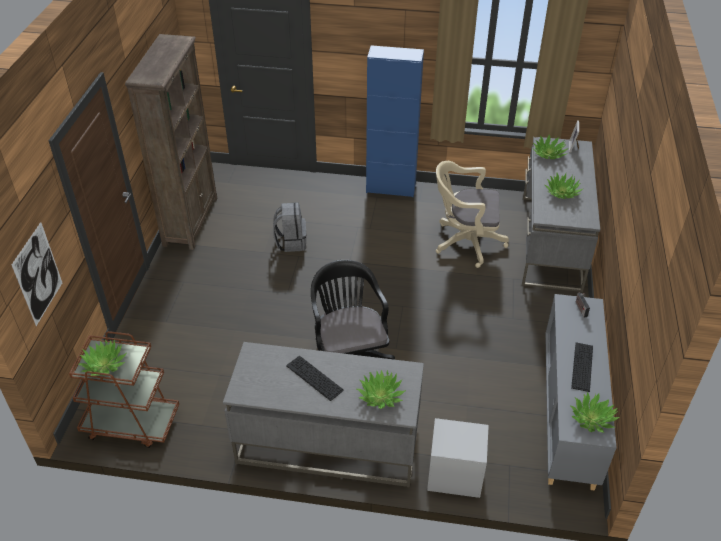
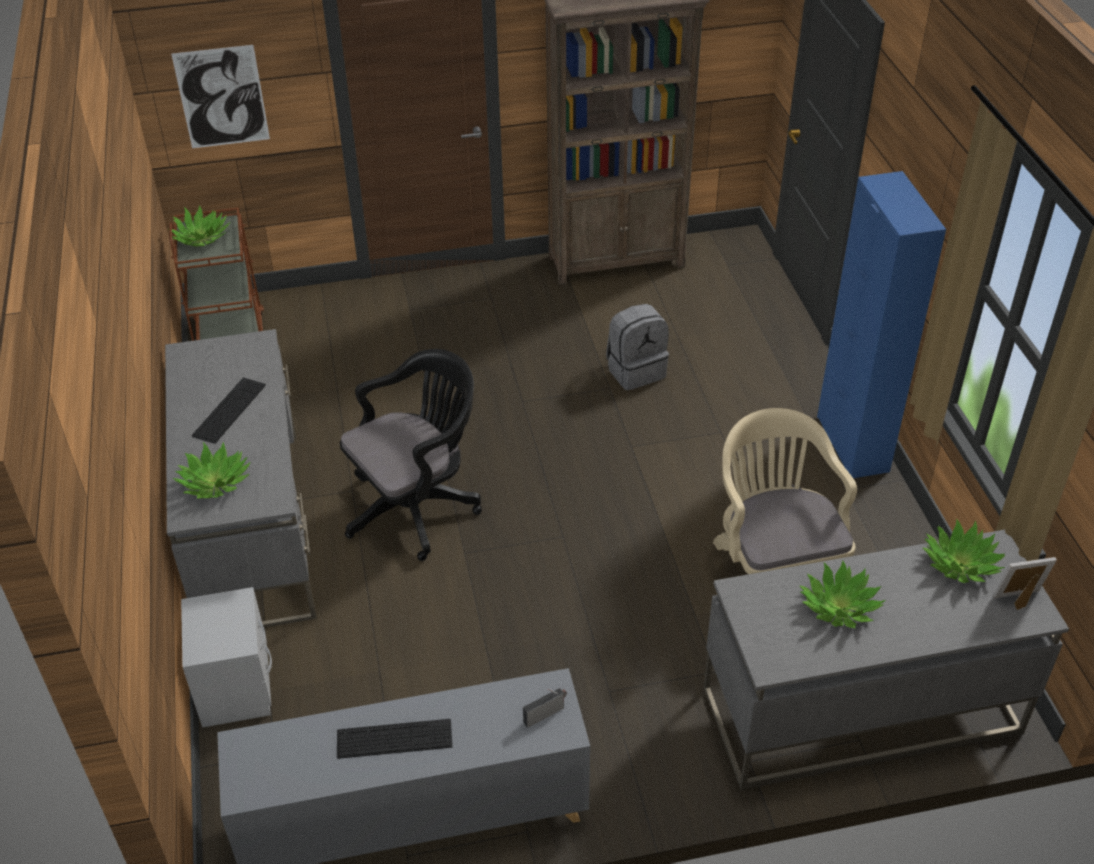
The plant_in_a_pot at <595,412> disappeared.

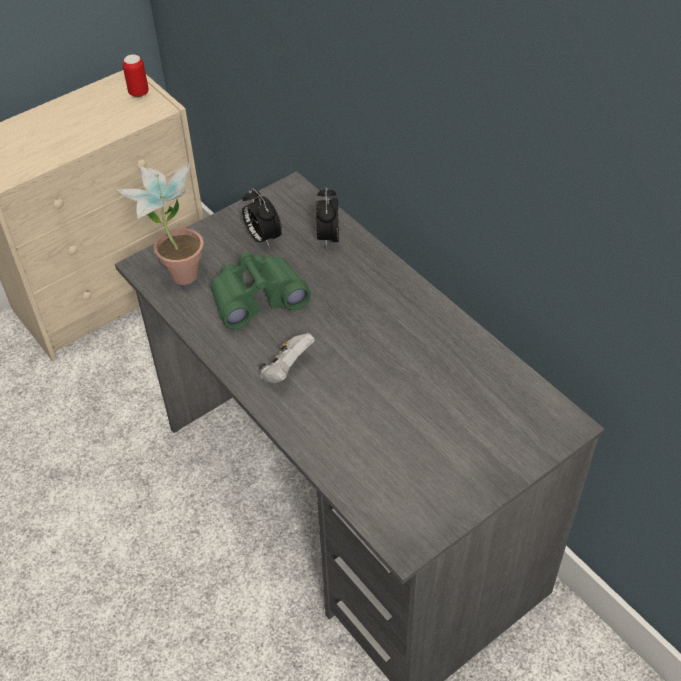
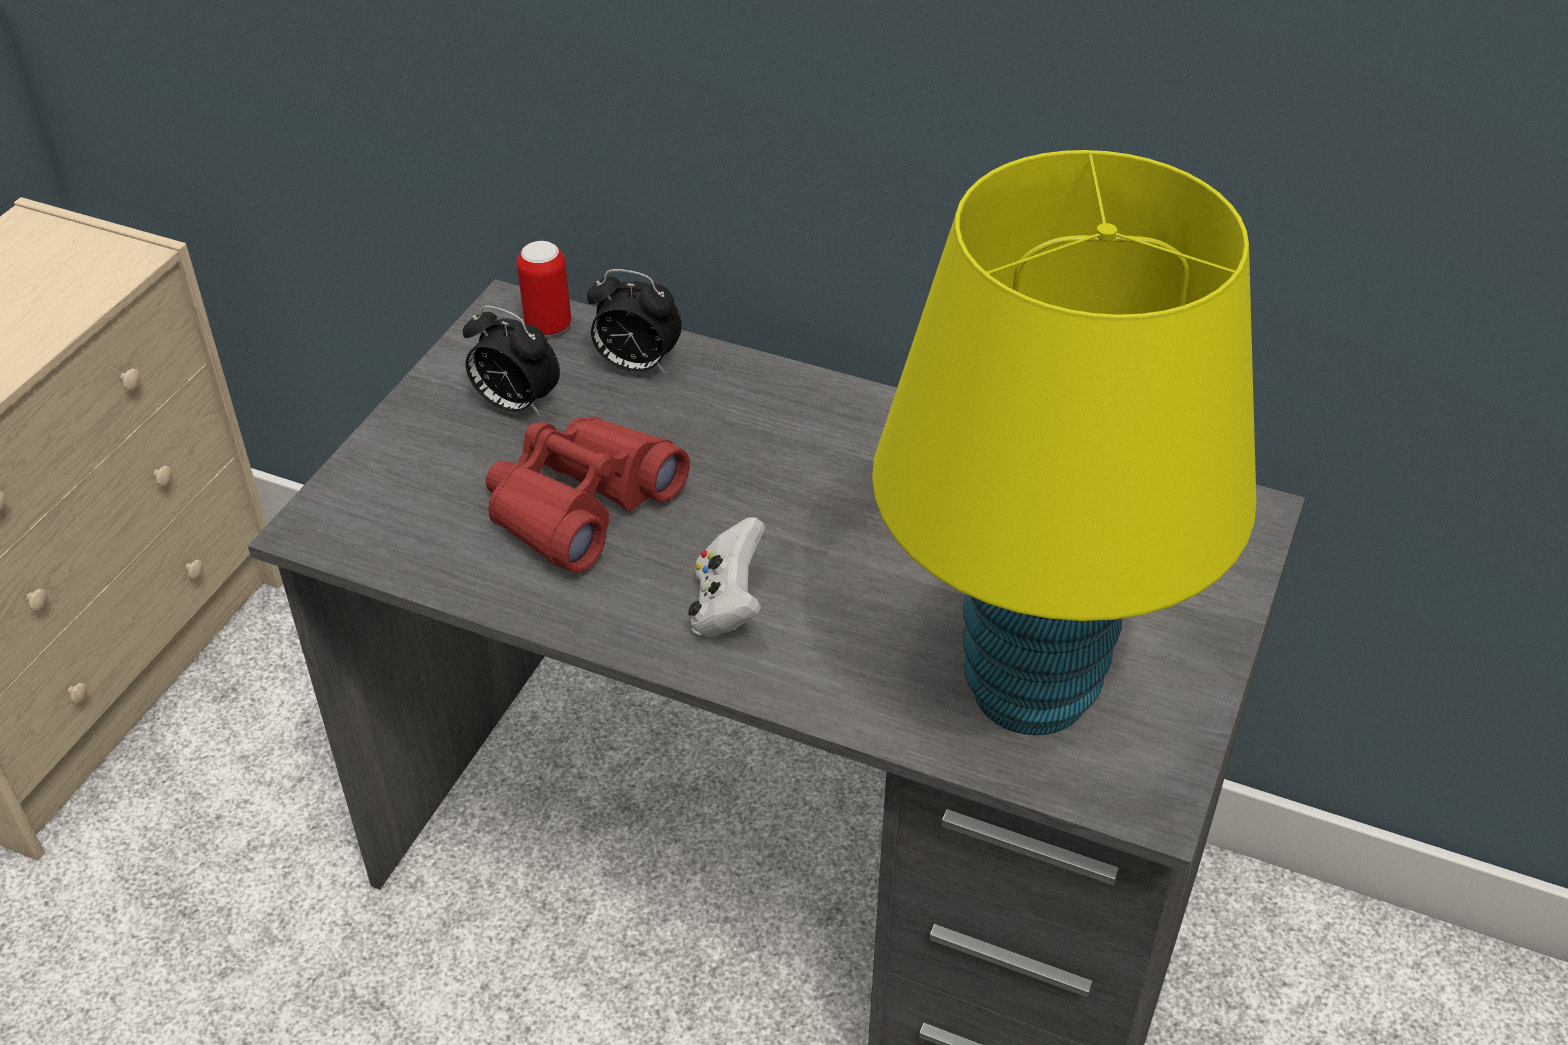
The green-coloured_binoculars at <260,291> became the red-coloured_binoculars at <588,494>. The metal_can moved from <135,75> to <544,288>. The table_clock at <327,217> turned 45 degrees counterclockwise. The yellow-coloured_table_lamp at <1064,442> appeared. The plant_in_a_pot at <159,223> disappeared.

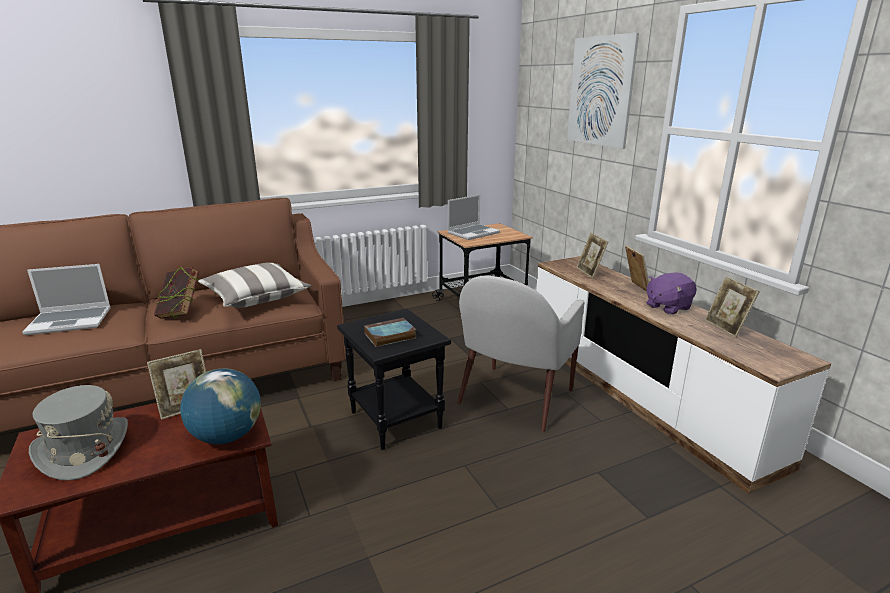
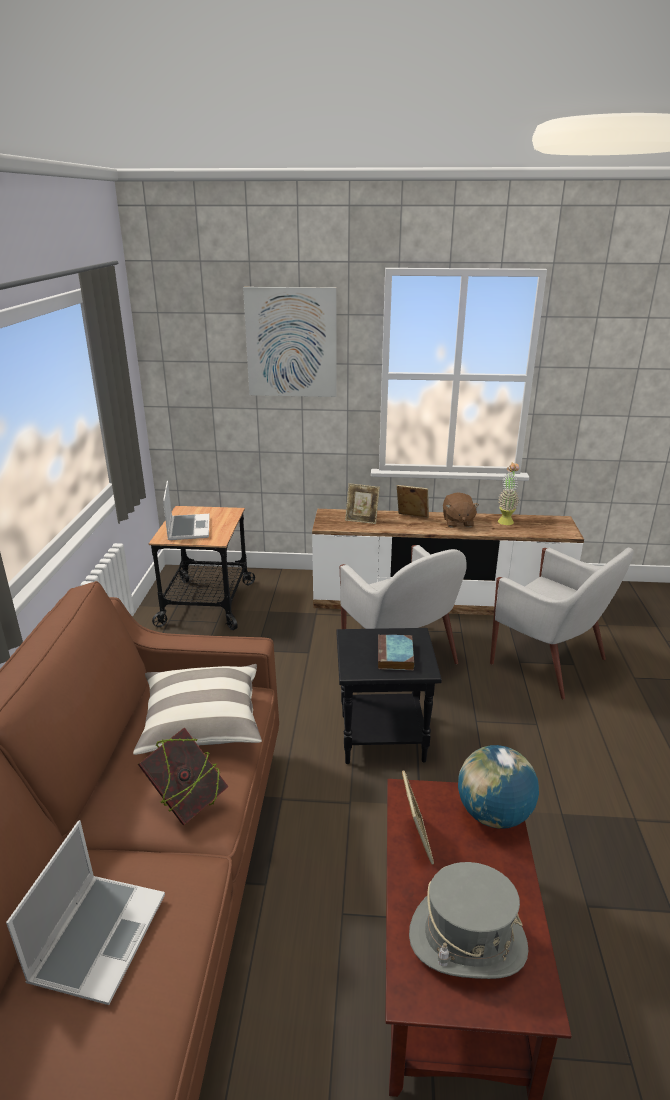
The purplish_plush_toy at <672,293> became the brown-coloured_plush_toy at <461,510>. The whitish_lounge_chair at <561,623> appeared. The photo_frame at <732,307> was replaced by the plant_in_a_pot at <508,493>.

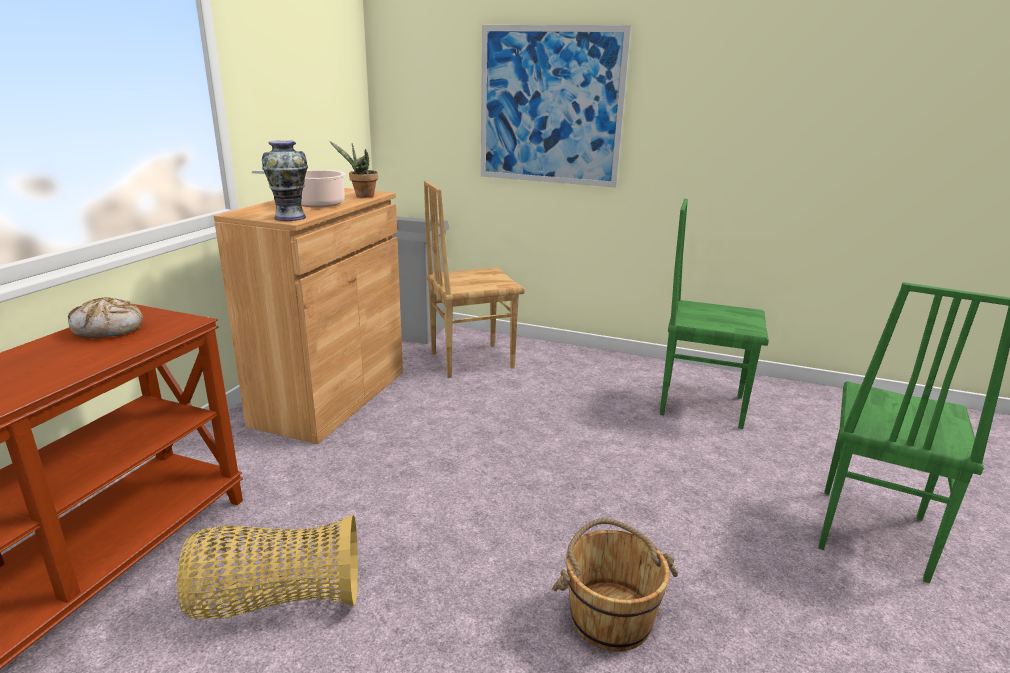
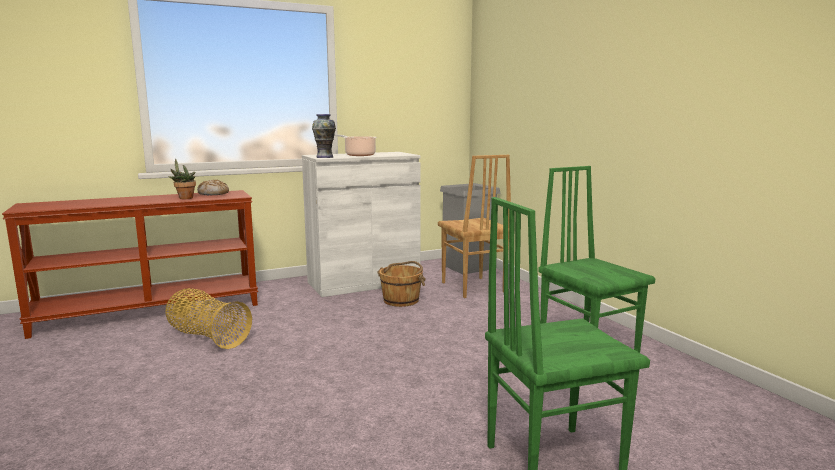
The plant_in_a_pot moved from <354,170> to <182,179>. The brown-coloured_cupboard at <308,316> became the whitish_cupboard at <361,224>. The brown-coloured_bucket moved from <615,584> to <401,284>. The brown-coloured_chair at <474,279> turned 135 degrees counterclockwise. The wall_picture at <556,106> disappeared.

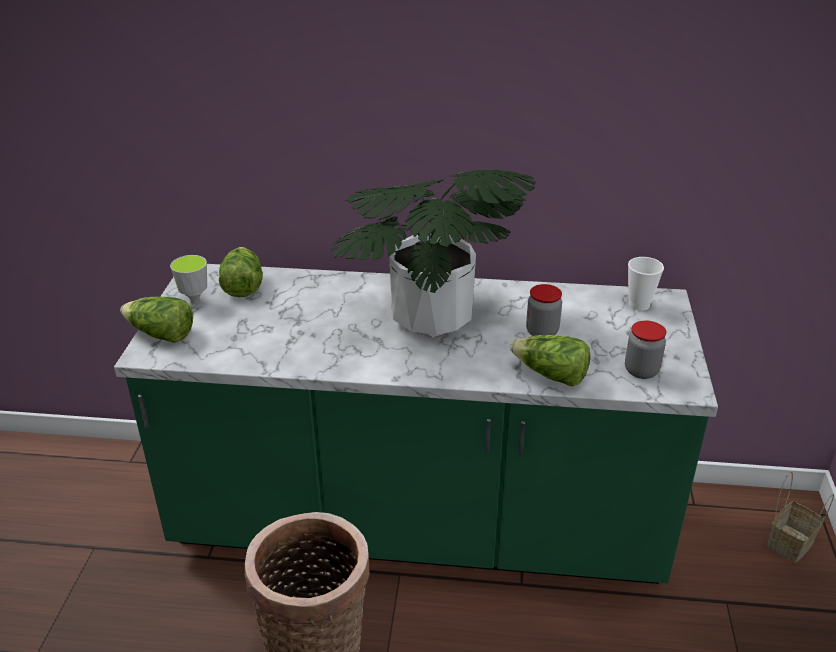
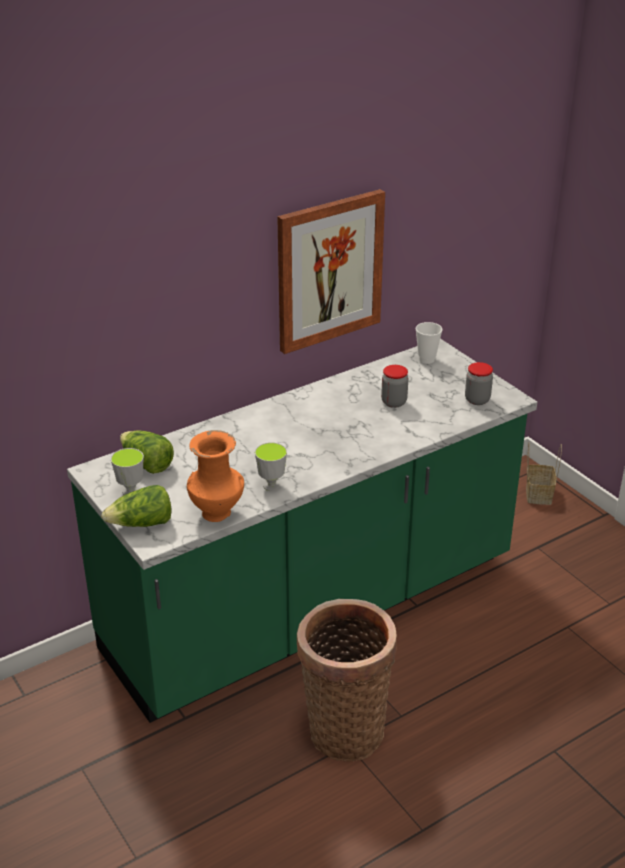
The orange-coloured_decorative_vase at <215,476> appeared. The cup at <271,466> appeared. The wall_picture at <331,271> appeared. The plant_in_a_pot at <434,253> disappeared. The lettuce at <550,360> disappeared.

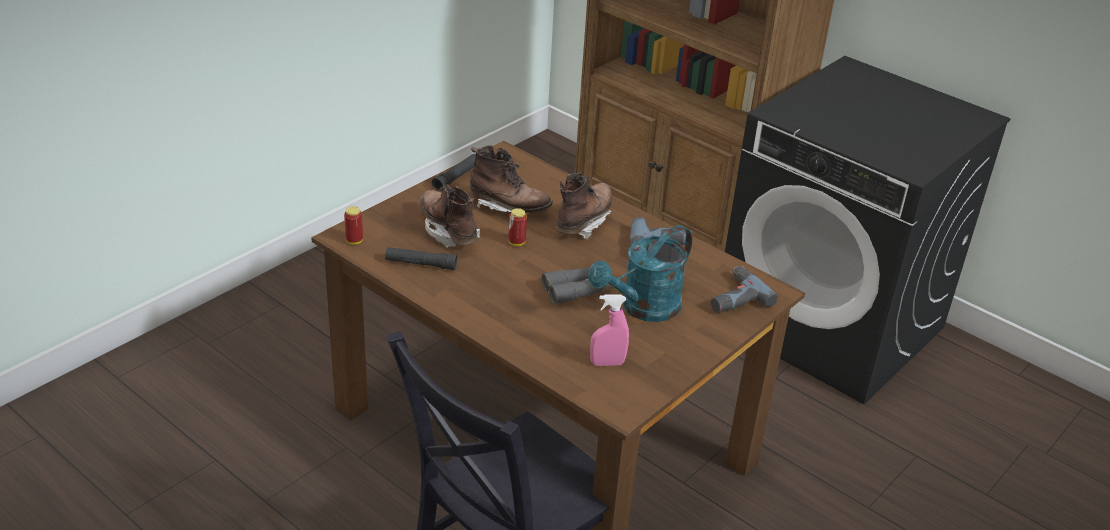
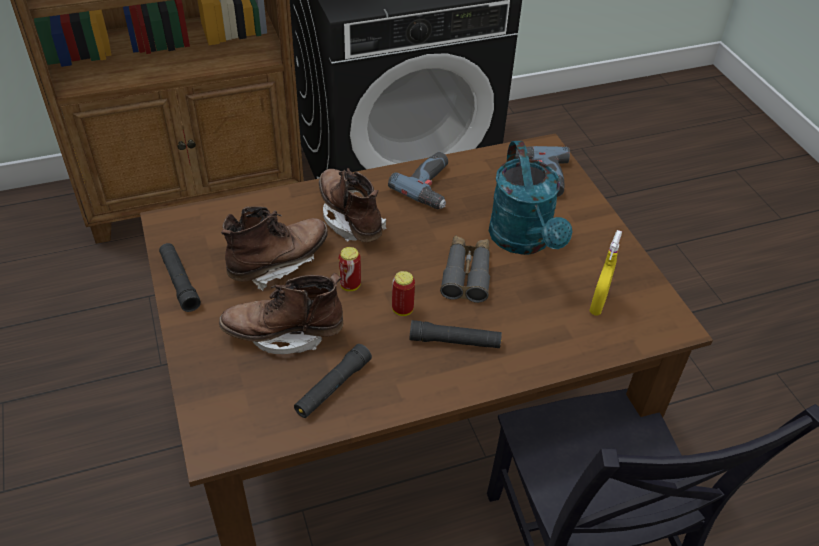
The metal_can moved from <353,225> to <403,293>. The black-coloured_flashlight at <455,334> appeared. The pink_hand_sprayer at <609,330> became the yellow-coloured_hand_sprayer at <605,273>.

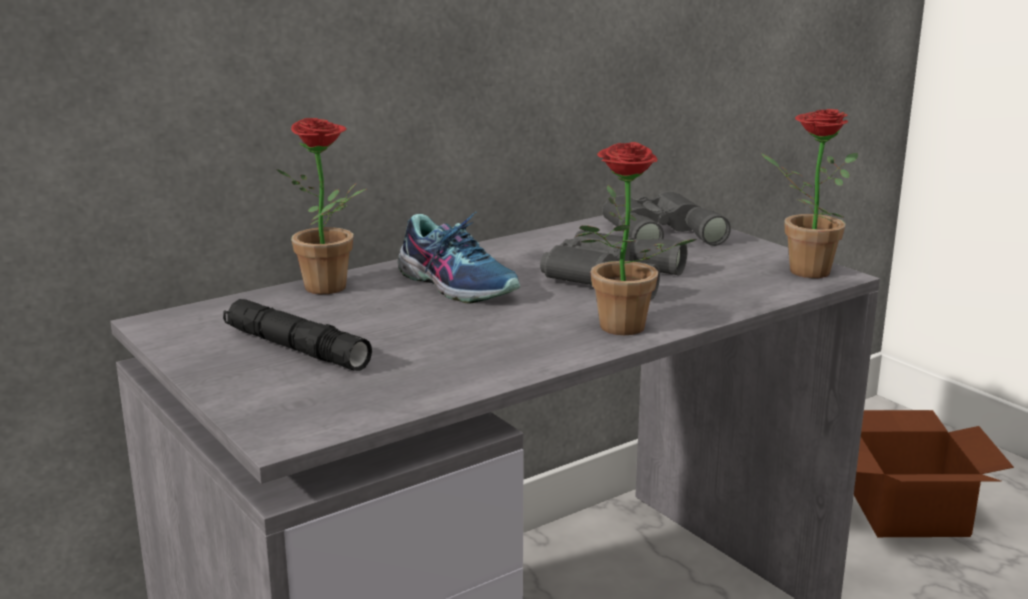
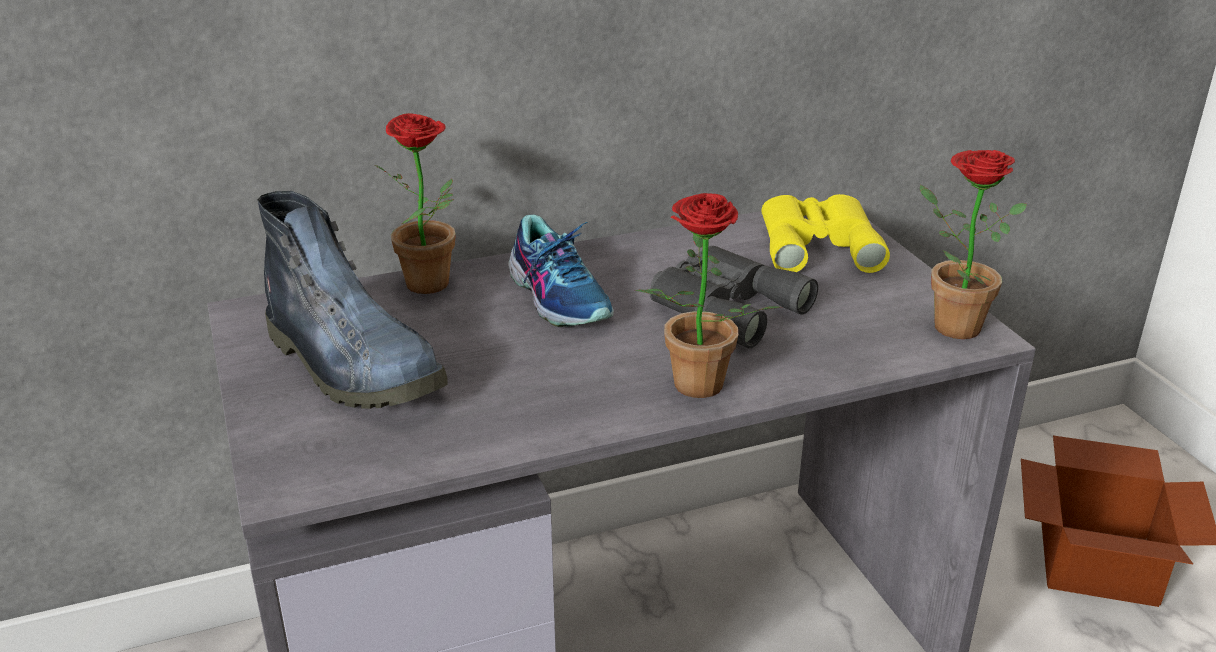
The black-coloured_flashlight at <297,335> was replaced by the boot at <353,300>. The greyish_binoculars at <666,218> became the yellow-coloured_binoculars at <825,233>.

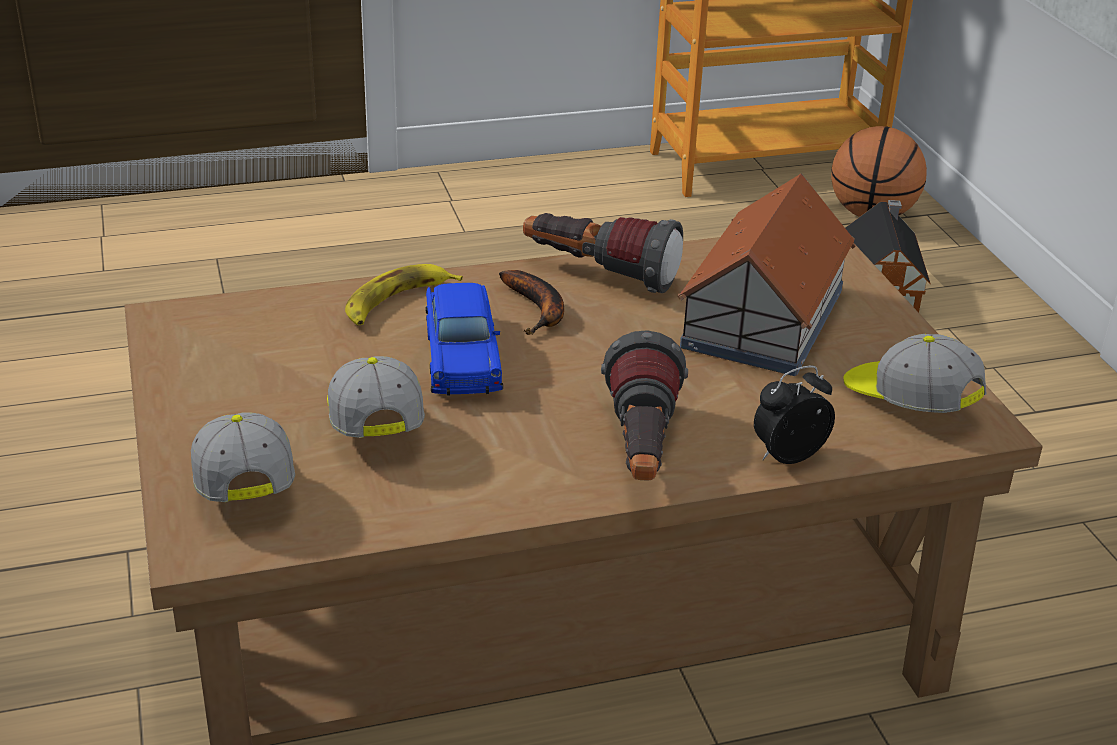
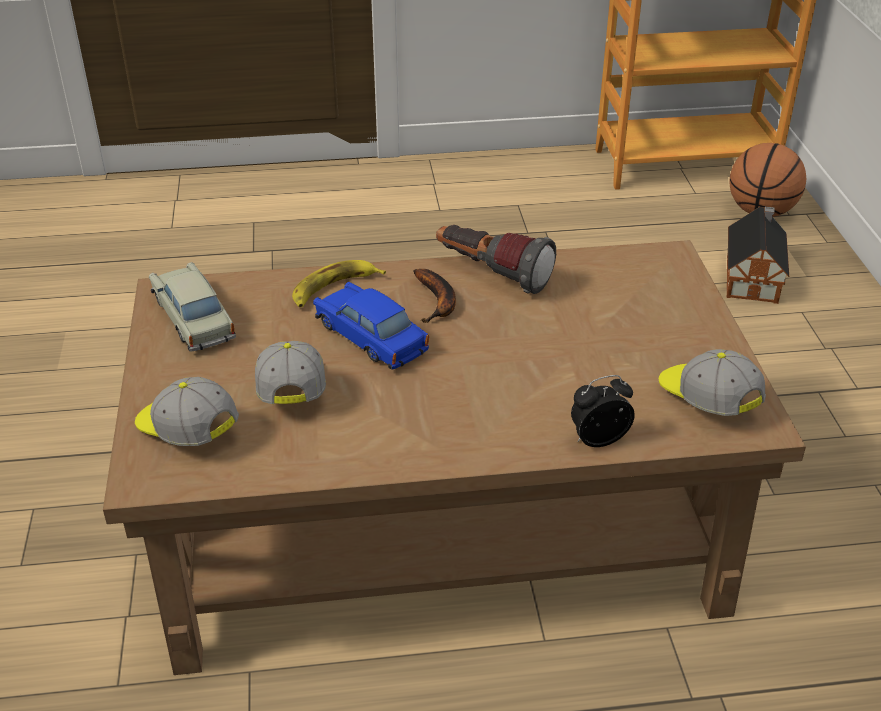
The peaked_cap at <243,457> turned 45 degrees counterclockwise. The beige-coloured_model_car at <192,307> appeared. The blue-coloured_model_car at <464,339> turned 135 degrees clockwise. The flashlight at <644,405> disappeared. The model_house at <767,275> disappeared.

